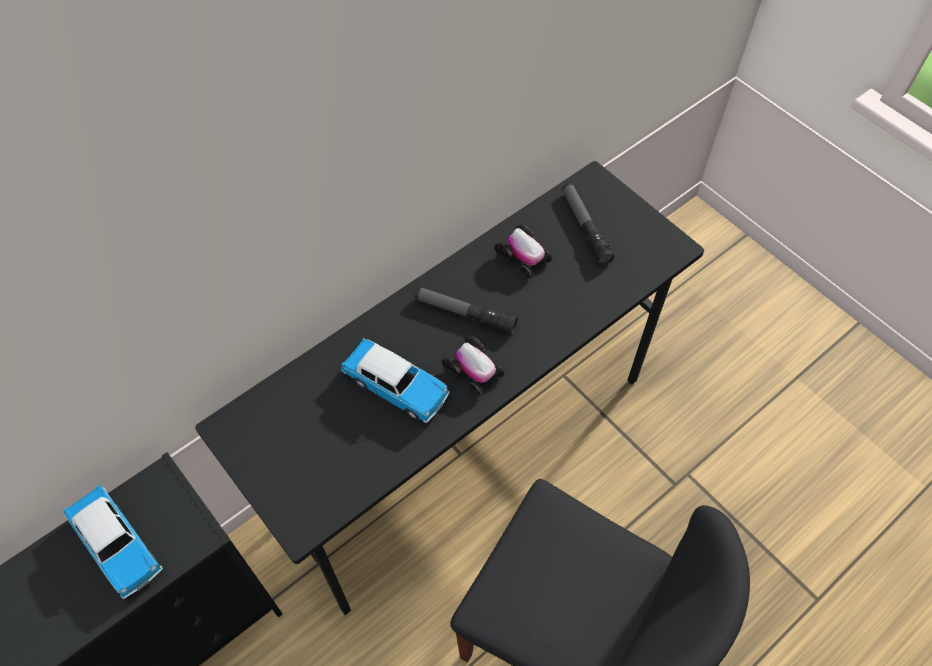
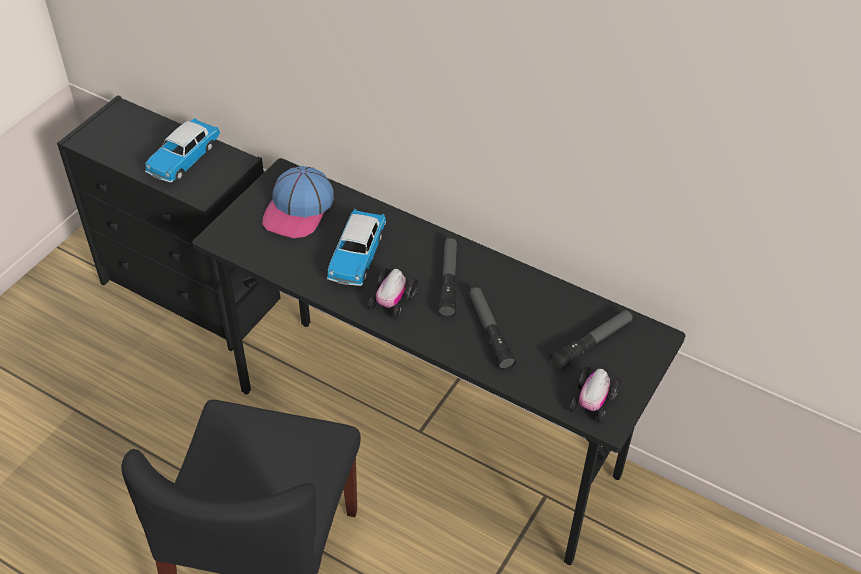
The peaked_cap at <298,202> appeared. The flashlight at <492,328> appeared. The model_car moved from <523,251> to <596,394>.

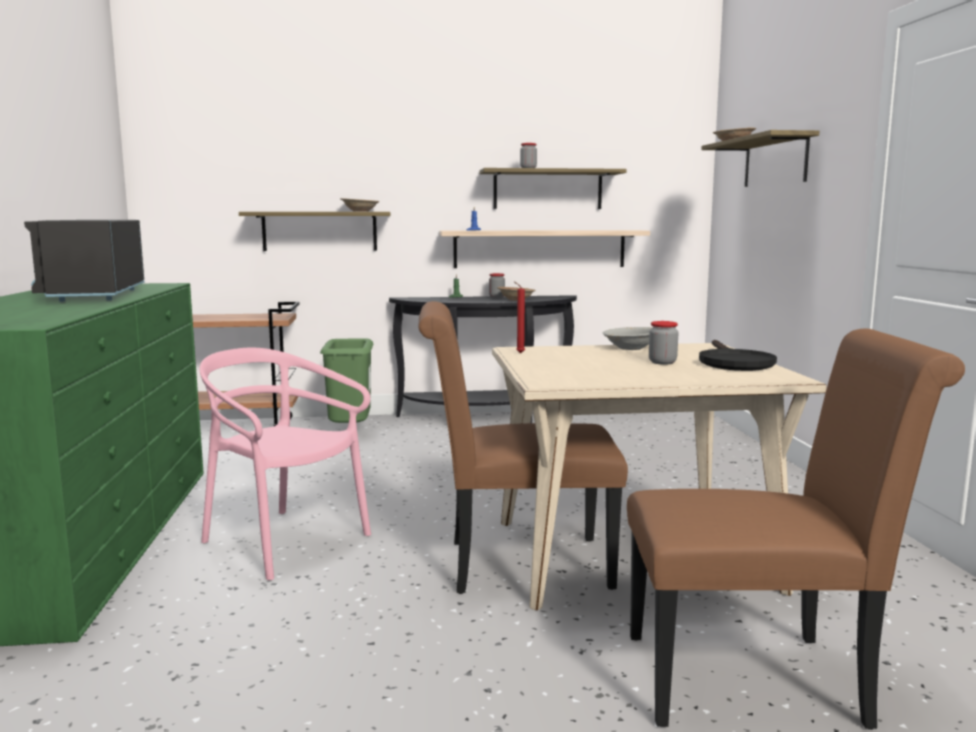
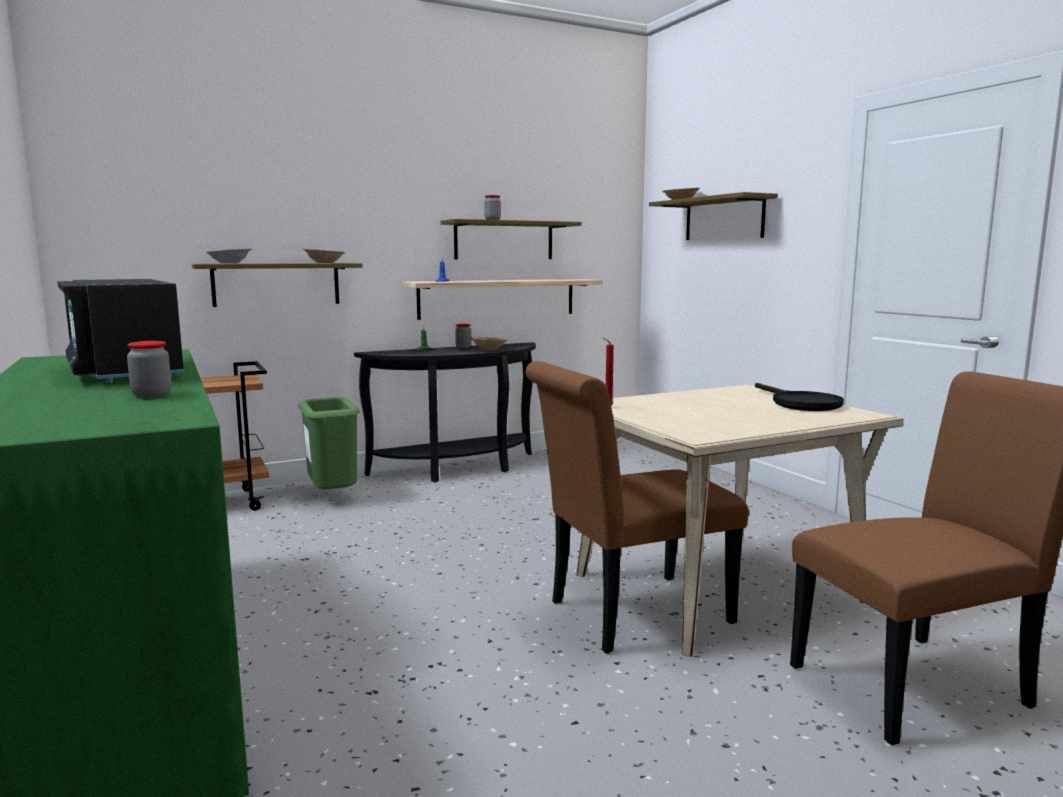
The preserve_jar moved from <663,343> to <149,369>. The greyish_serving_bowl moved from <628,338> to <229,255>. The pink_chair at <285,464> disappeared.

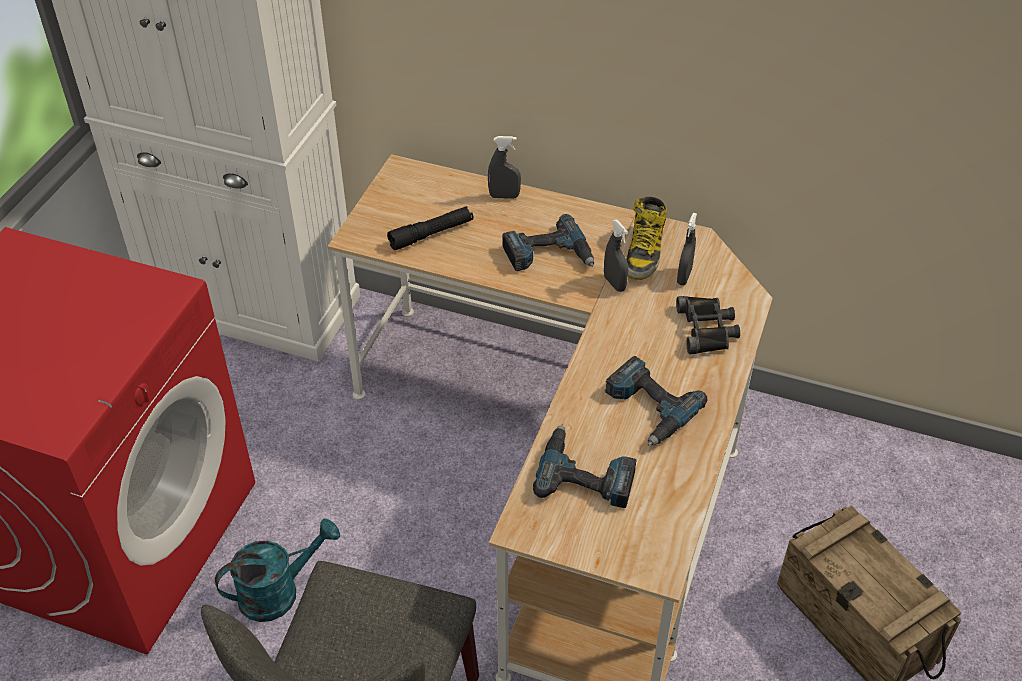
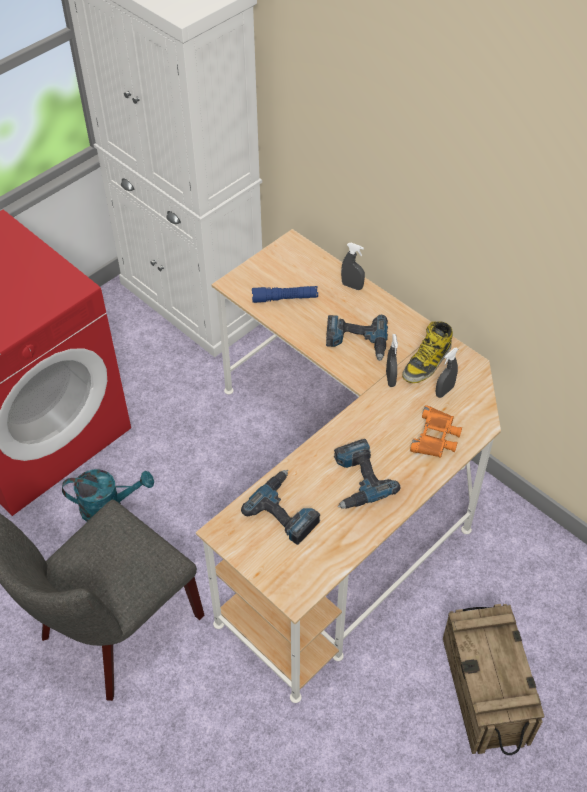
The black-coloured_flashlight at <430,228> became the blue-coloured_flashlight at <285,294>. The black-coloured_binoculars at <708,325> became the orange-coloured_binoculars at <436,431>.

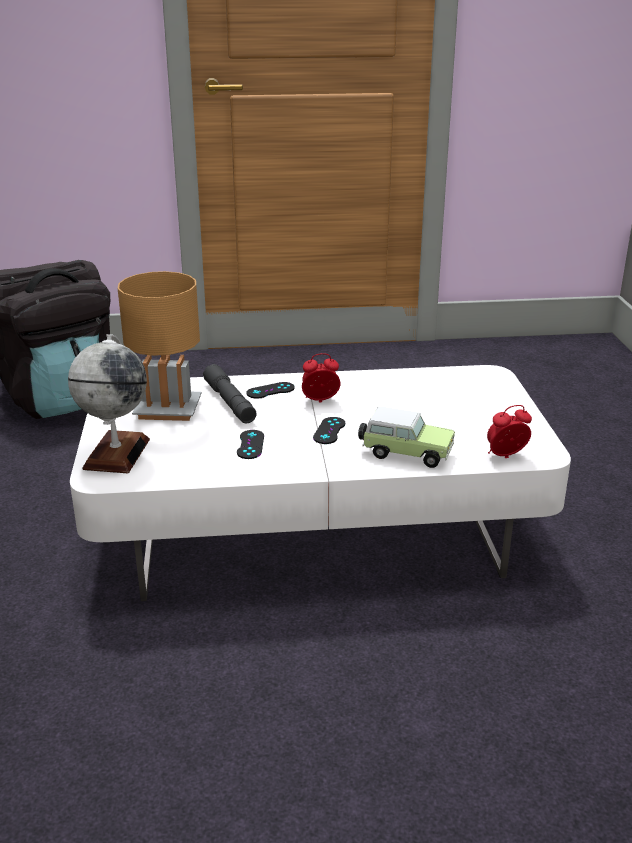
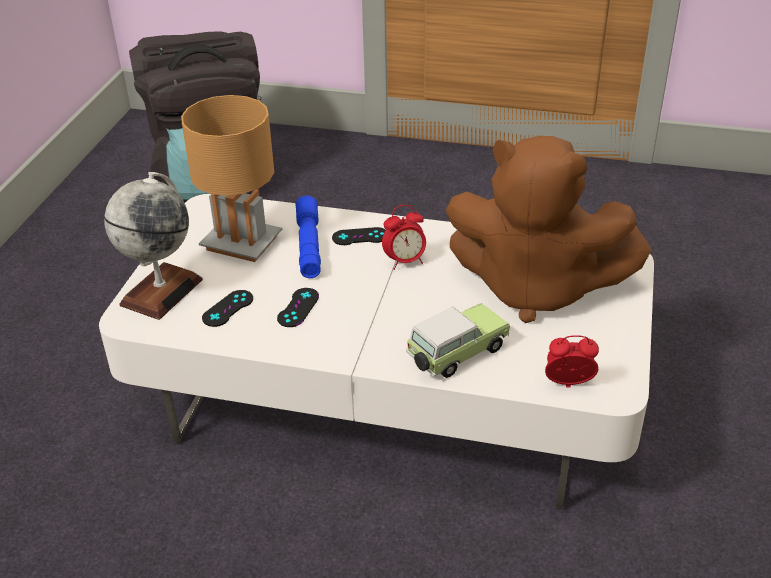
The black-coloured_game_controller moved from <329,430> to <227,308>. The greyish_flashlight at <229,393> became the blue-coloured_flashlight at <308,236>. The table_clock at <321,377> turned 150 degrees clockwise. The model_car at <406,437> turned 75 degrees counterclockwise. The brown-coloured_plush_toy at <548,229> appeared.

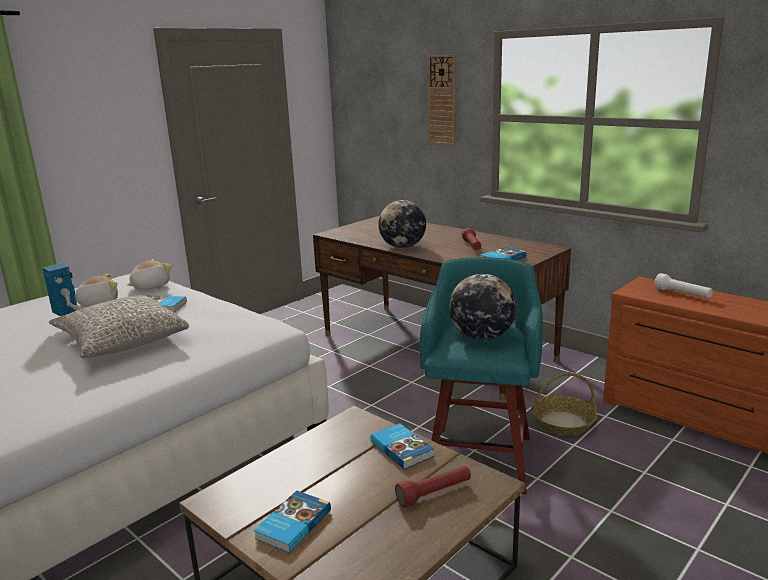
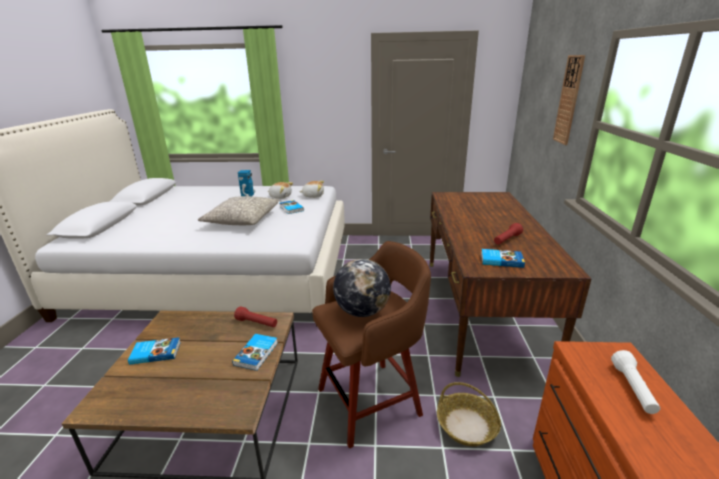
The red-coloured_flashlight moved from <433,487> to <255,317>. The turquoise-coloured_sitting_stool at <481,376> became the brown-coloured_sitting_stool at <371,344>. The globe at <402,224> disappeared.

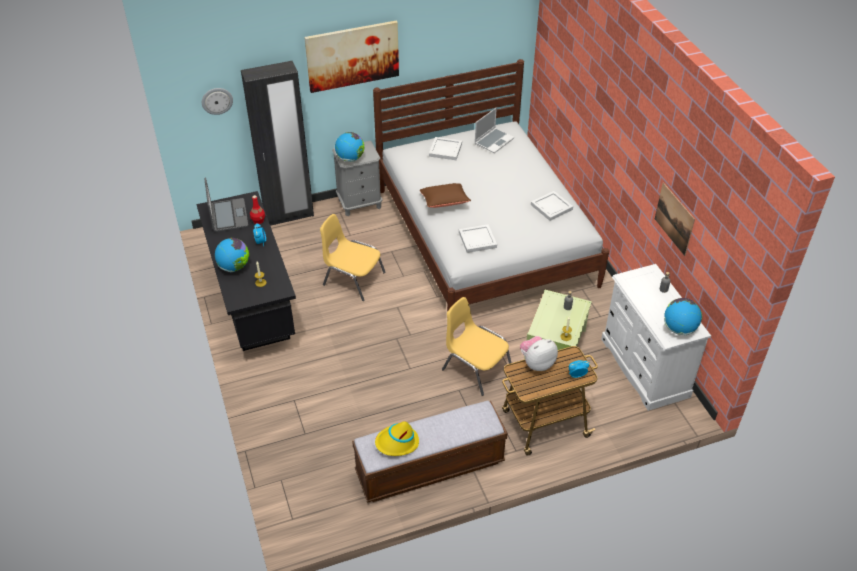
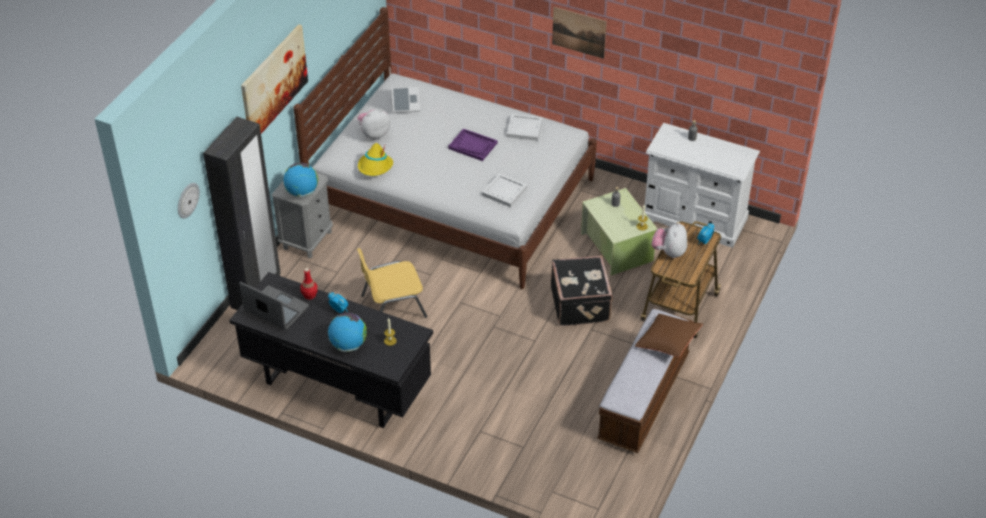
The whitish_carrying_tray at <445,148> was replaced by the plush_toy at <374,124>. The yellow-coloured_hat moved from <397,438> to <375,159>. The purplish_carrying_tray at <472,144> appeared. The yellow-coloured_chair at <476,346> was replaced by the black-coloured_piece_of_luggage at <582,291>. The wall_picture moved from <675,219> to <579,33>. The brown-coloured_throw_pillow moved from <445,195> to <669,335>. The globe at <683,316> disappeared.

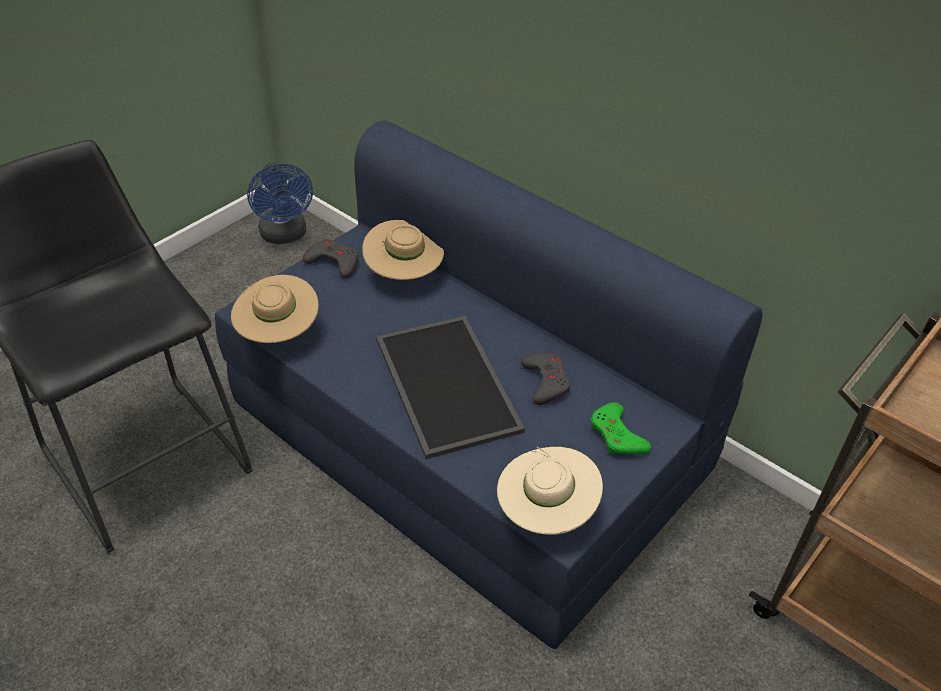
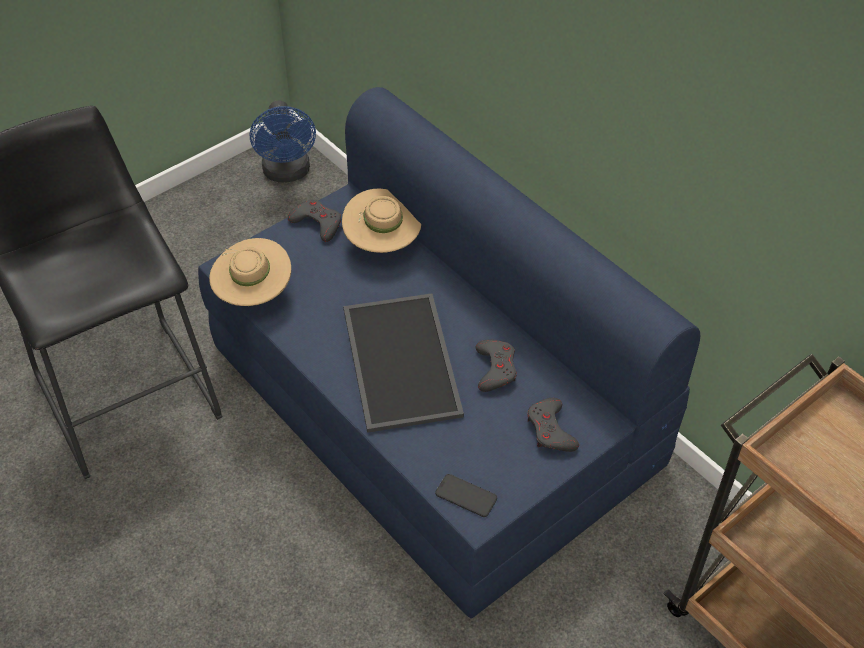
The beige-coloured_hat at <550,491> was replaced by the phone at <466,495>. The green-coloured_game_controller at <621,428> became the greyish_game_controller at <553,425>.

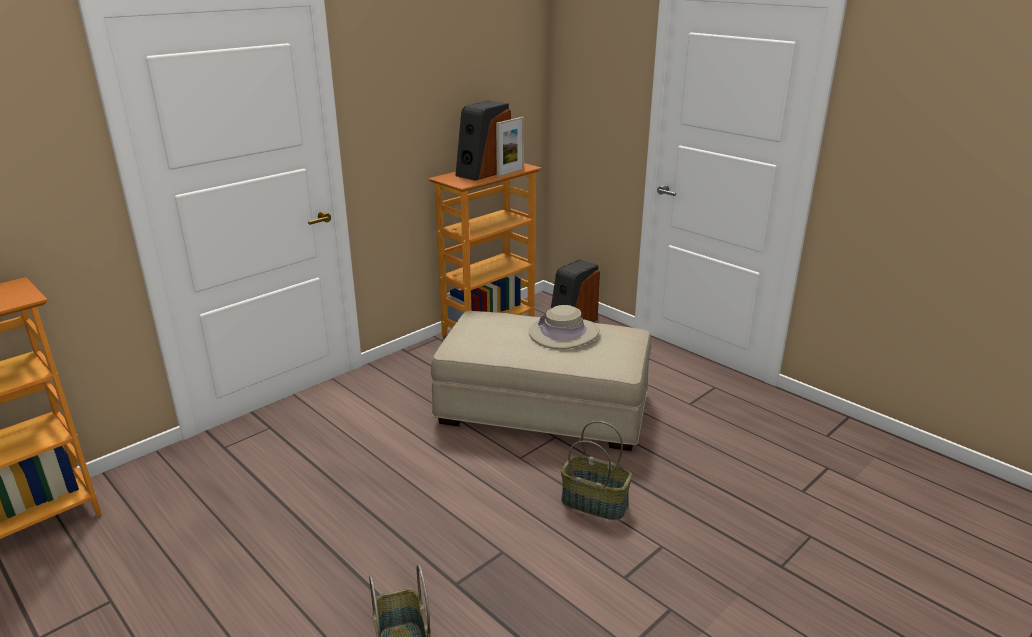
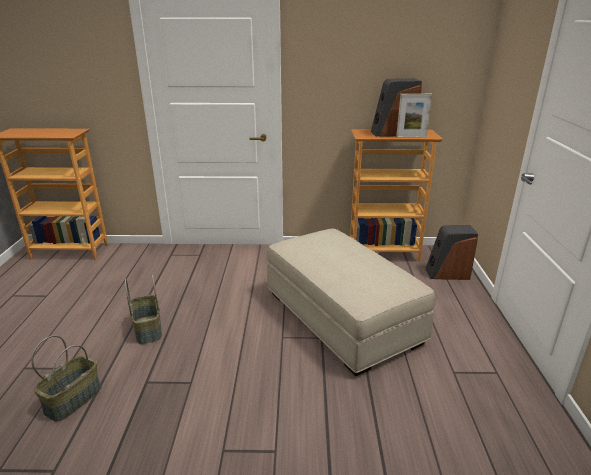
The storage_basket moved from <596,471> to <143,309>. The beige-coloured_hat at <564,327> disappeared.

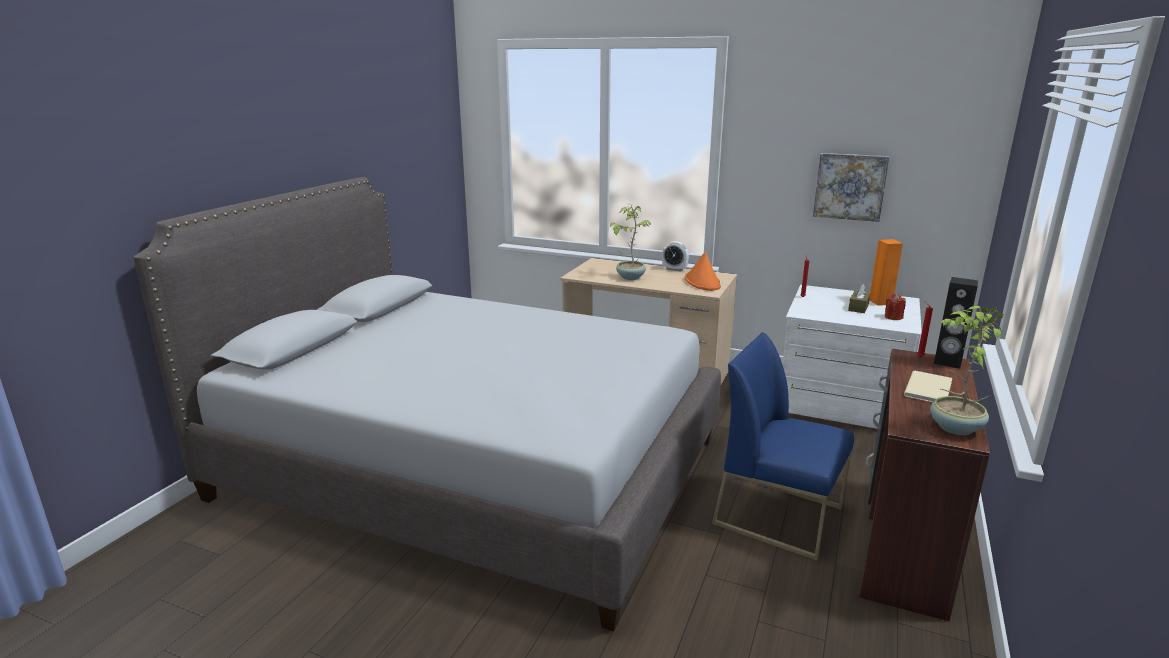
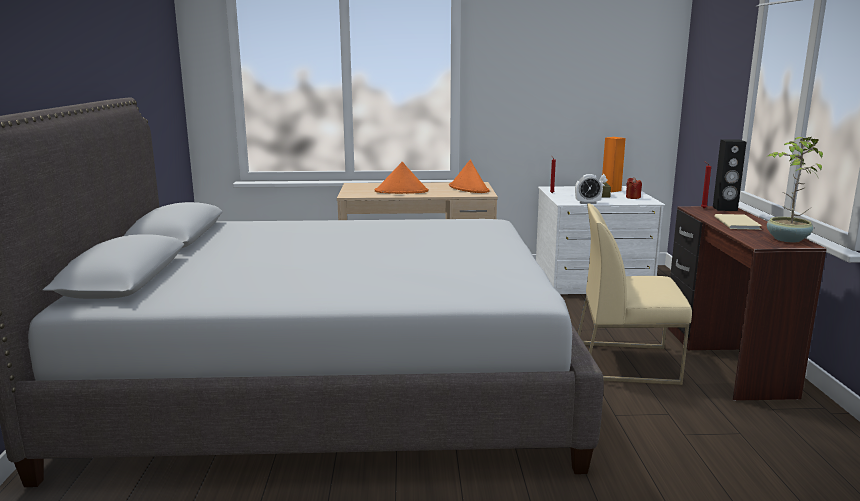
The plant_in_a_pot at <630,242> was replaced by the orange-coloured_hat at <401,178>. The table_clock moved from <675,256> to <589,189>. The blue-coloured_chair at <783,446> became the beige-coloured_chair at <635,294>. The wall_picture at <851,187> disappeared.

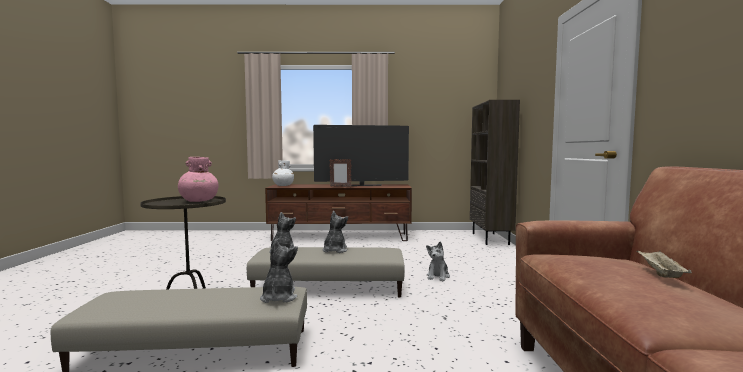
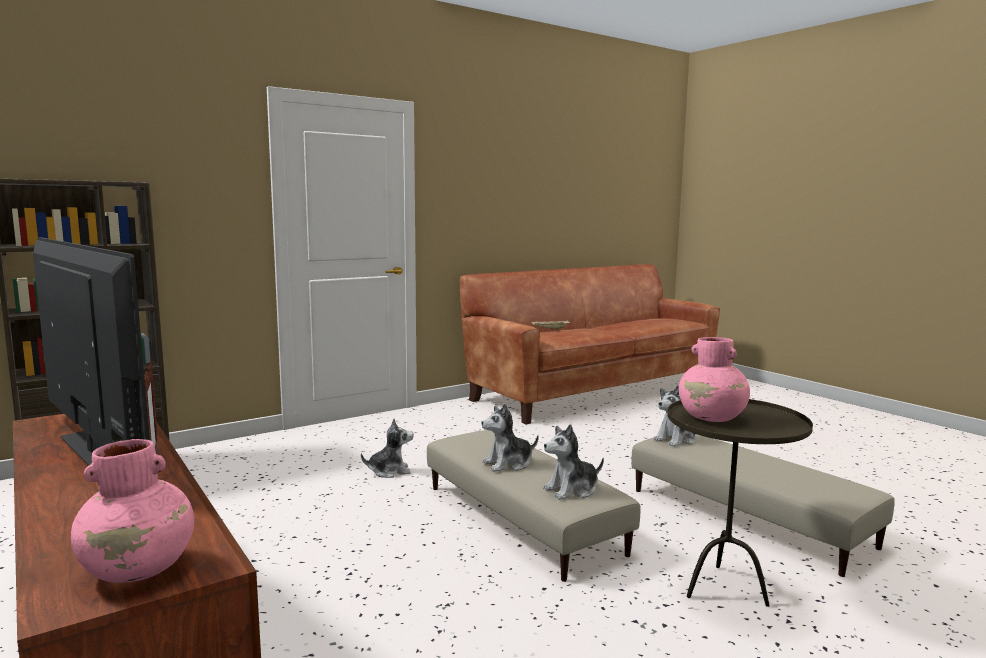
The whitish_decorative_vase at <283,173> became the pink_decorative_vase at <132,511>.

